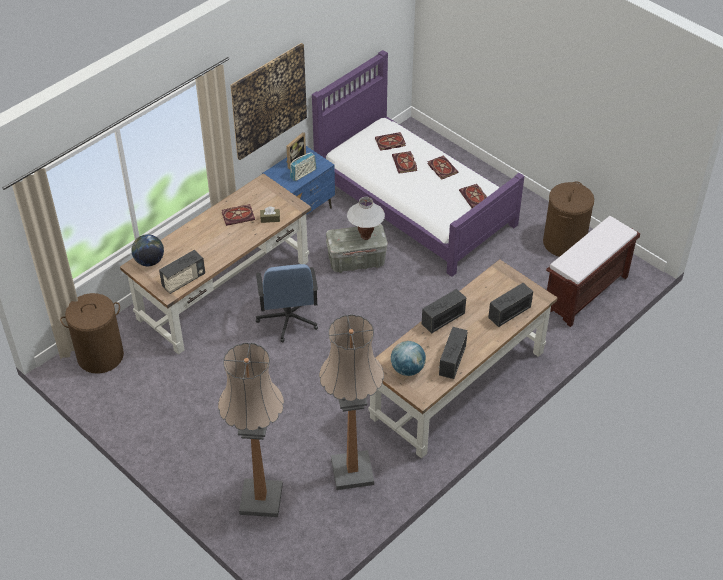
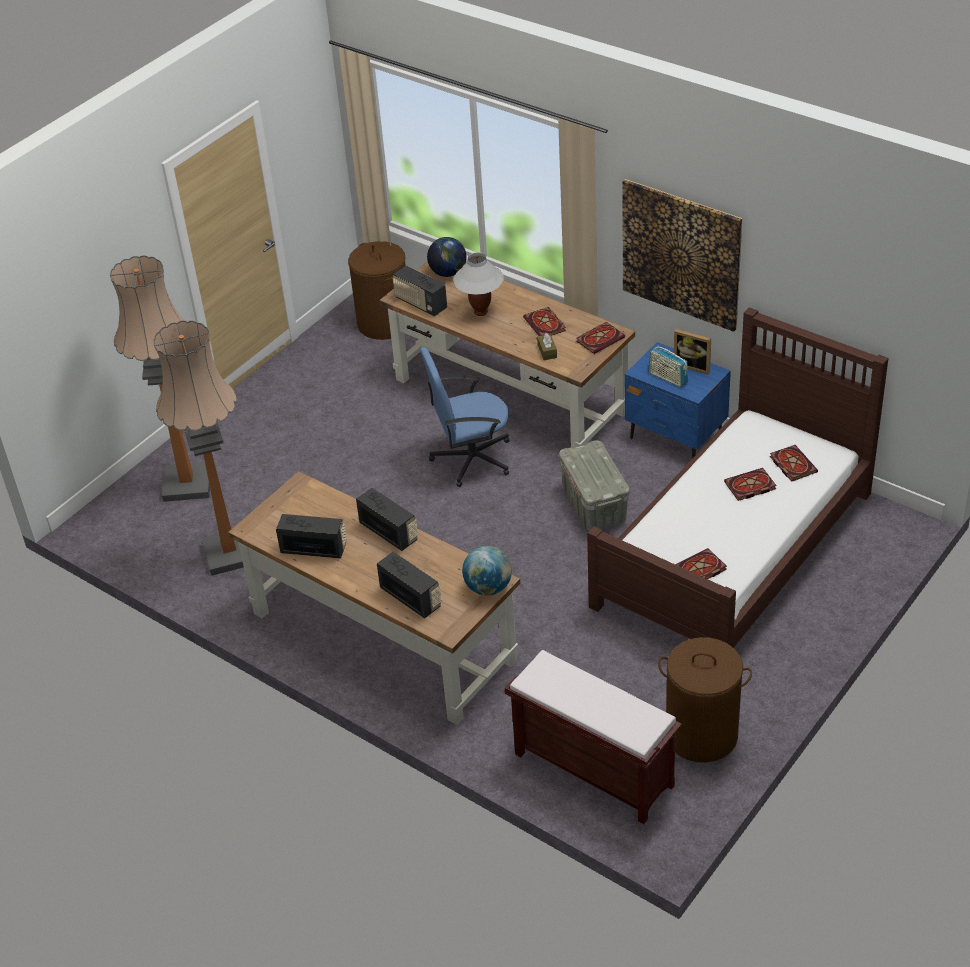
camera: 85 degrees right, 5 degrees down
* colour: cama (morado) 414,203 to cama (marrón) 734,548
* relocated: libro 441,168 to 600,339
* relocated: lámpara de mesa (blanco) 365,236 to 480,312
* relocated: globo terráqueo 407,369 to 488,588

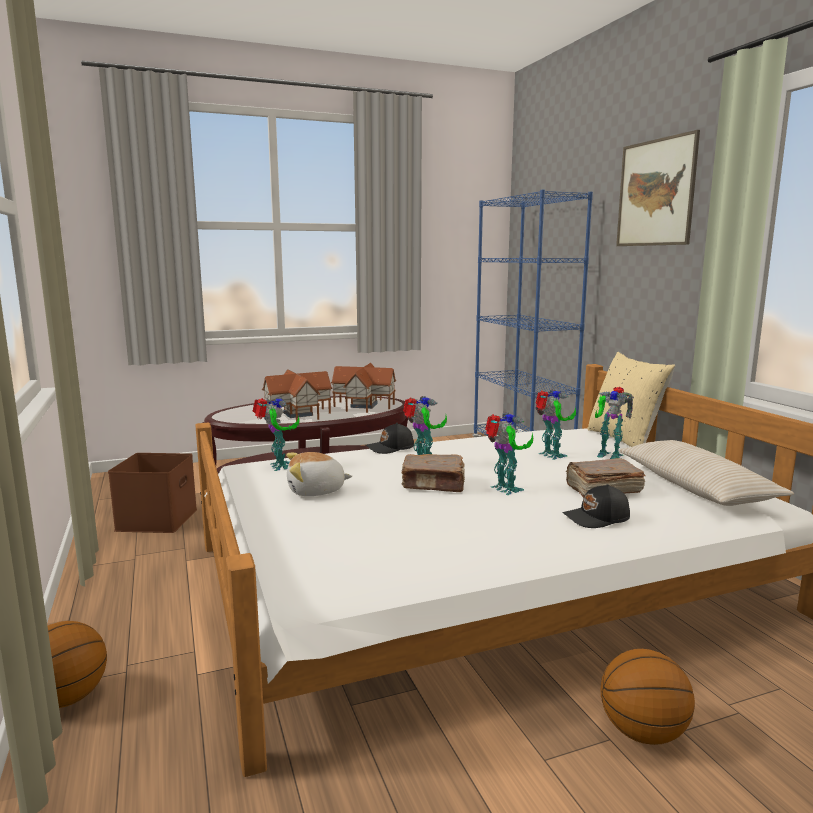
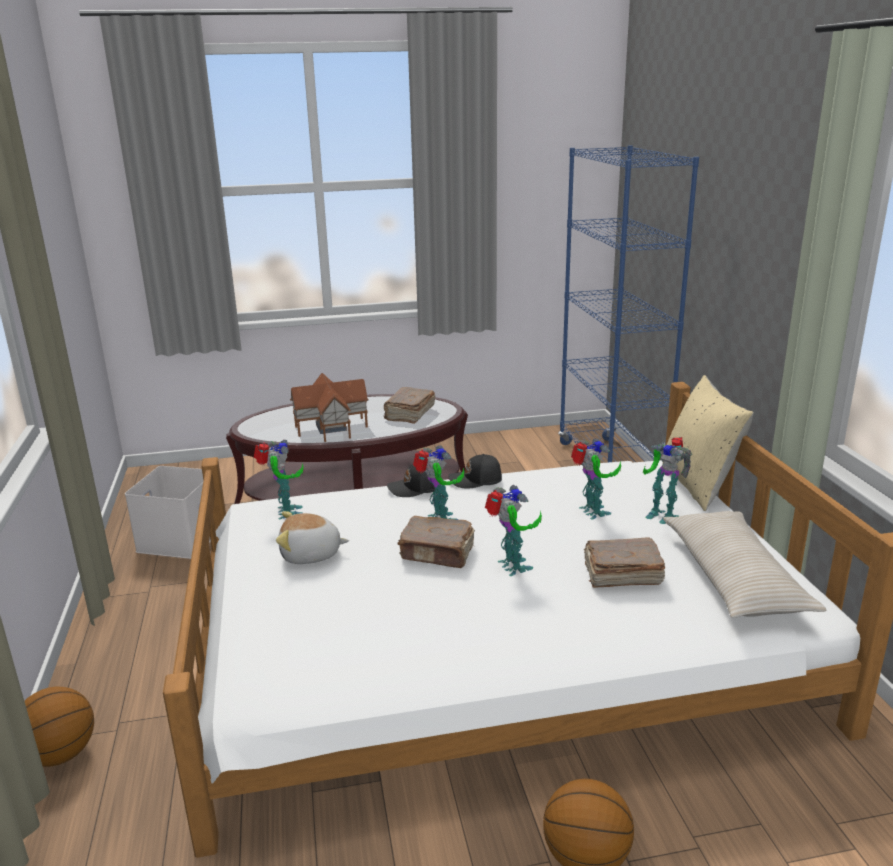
camera: 10 degrees right, 10 degrees up
* missing: cuadro 655,193
* exchanged: casita 363,405 to libro (marrón) 409,414
* colour: caja de almacenaje (marrón) 156,519 to caja de almacenaje (blanco) 180,538
* relocated: gorra (negro) 597,518 to 476,480

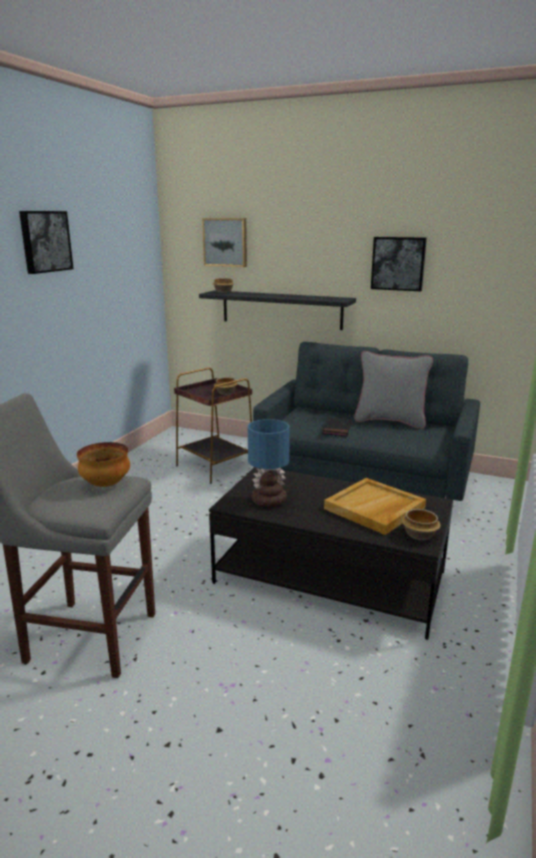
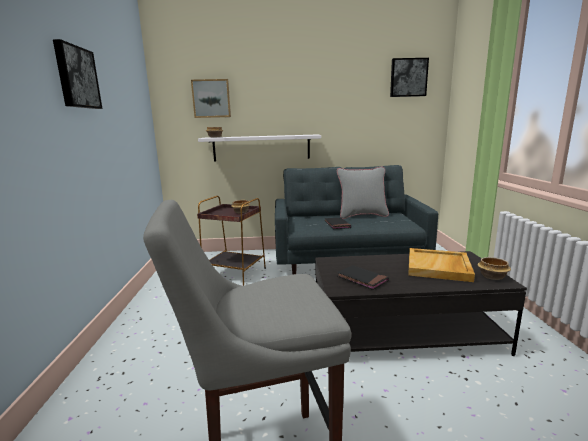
camera: 25 degrees left, 5 degrees down
* relocated: cuadro 398,263 to 408,77
* colour: estante (negro) 281,309 to estante (blanco) 261,148
* exchanged: lámpara de mesa 268,501 to libro (negro) 362,279
* missing: cuenco 105,484

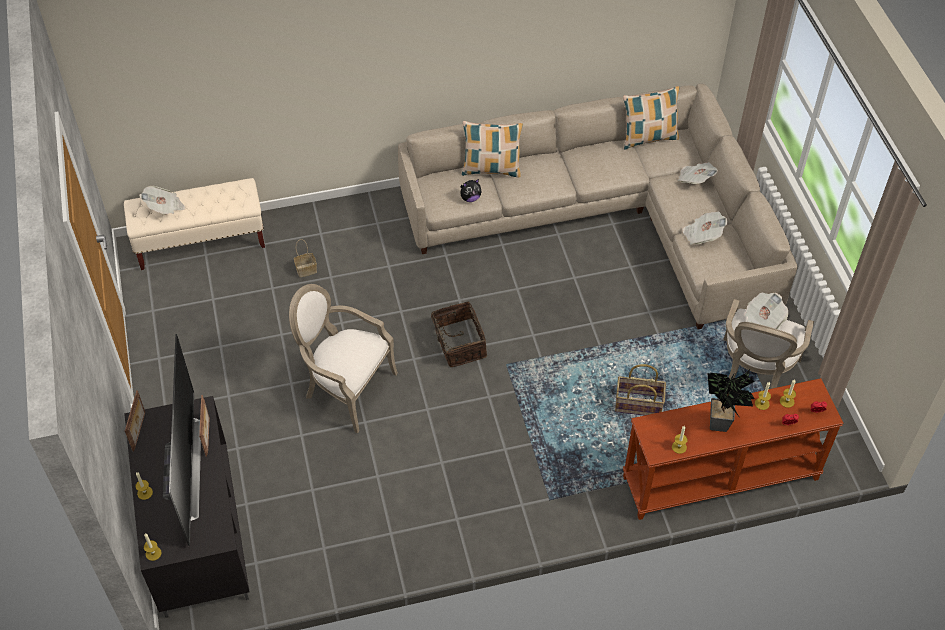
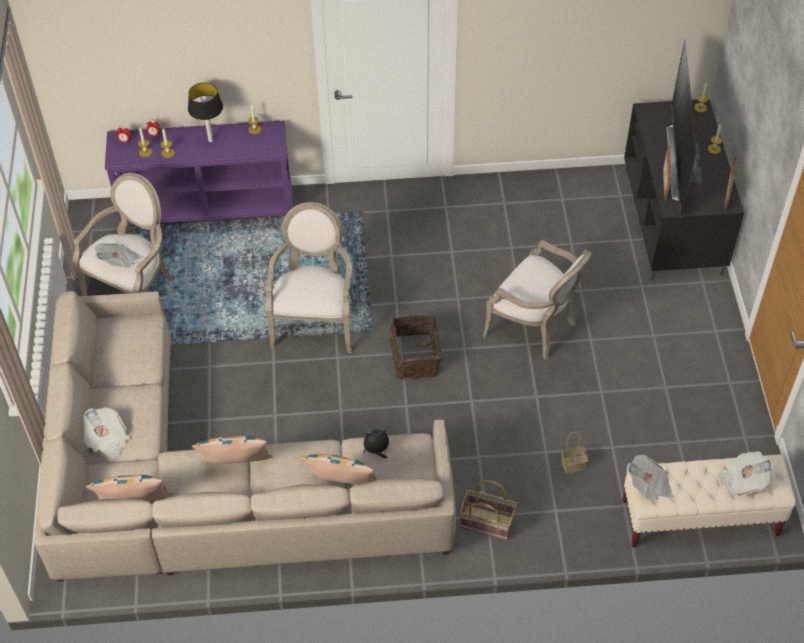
camera: 170 degrees left, 0 degrees up
* relocated: periódico 702,235 to 649,485
* relocated: cesta 638,405 to 487,522
* exchanged: planta en maceta 722,426 to lámpara de mesa 211,140
* colour: mesa consola (marrón) 720,479 to mesa consola (morado) 208,209
* appeared: sillón 315,321
* appeared: cojín 236,468

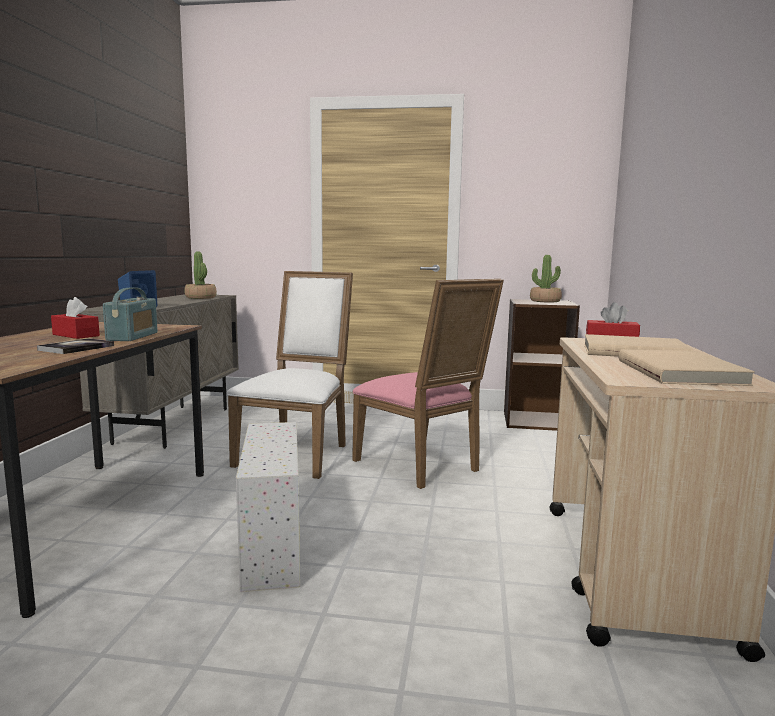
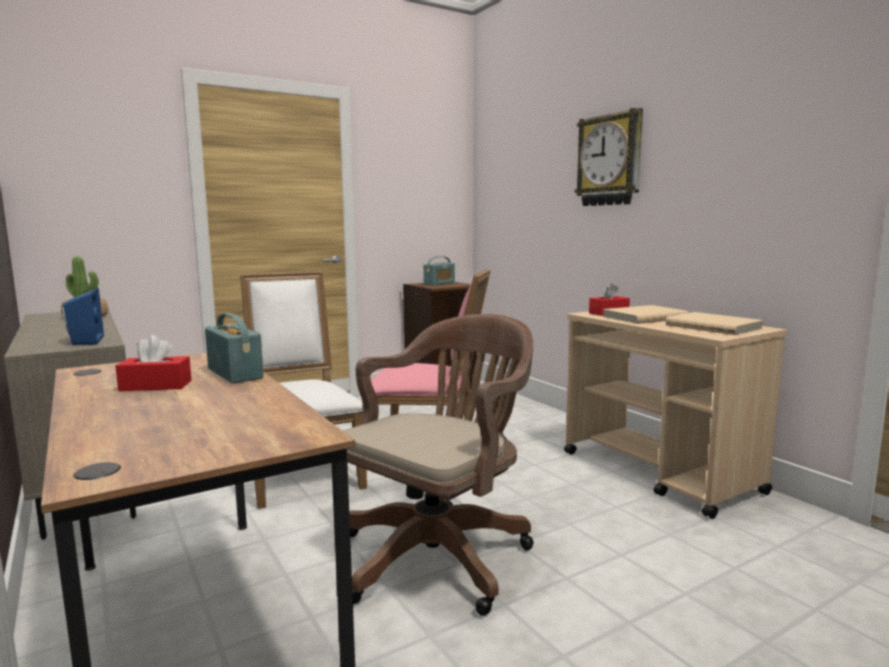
camera: 40 degrees left, 0 degrees up
* exchanged: planta en maceta 545,301 to radio 439,283
* missing: libro 76,348
* exchanged: caja de almacenaje (blanco) 272,546 to silla de oficina (marrón) 440,553
* appeared: reloj de pared 610,160

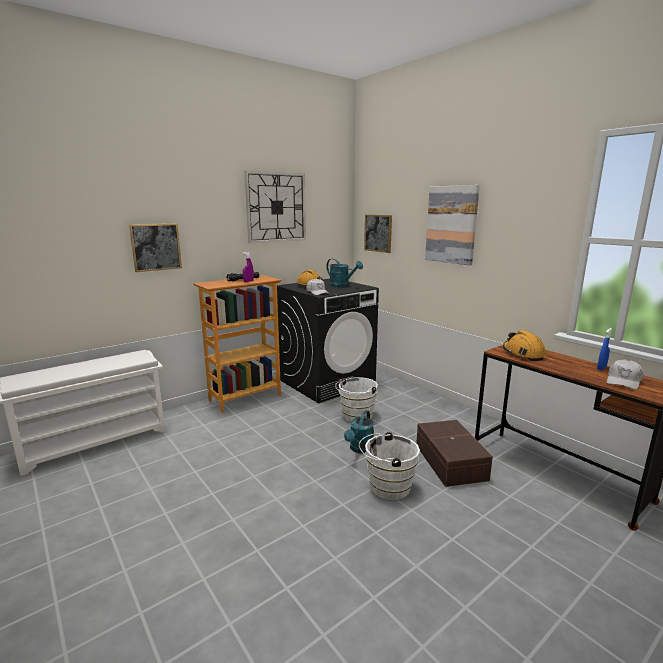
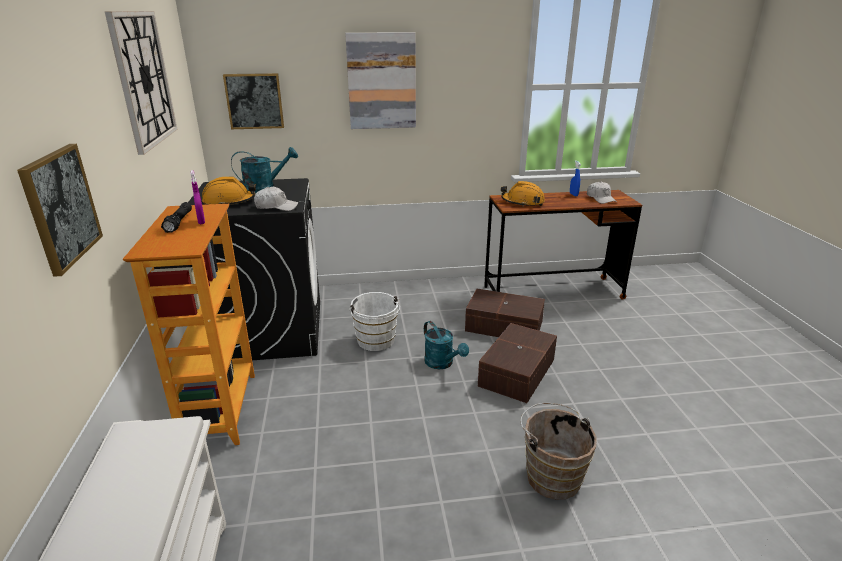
camera: 60 degrees left, 10 degrees up
* exchanged: cubo (blanco) 386,486 to caja de almacenaje (marrón) 515,372
* appeared: cubo (marrón) 551,475

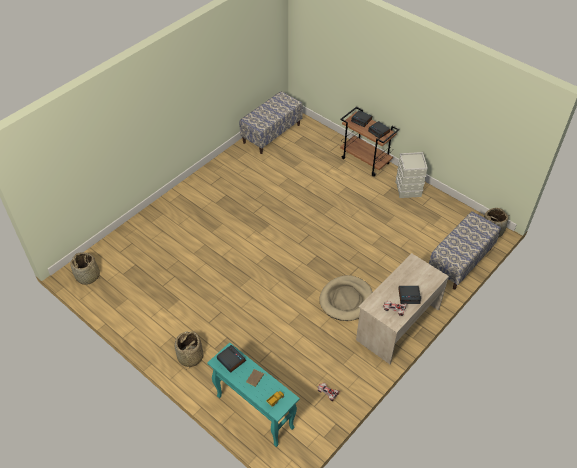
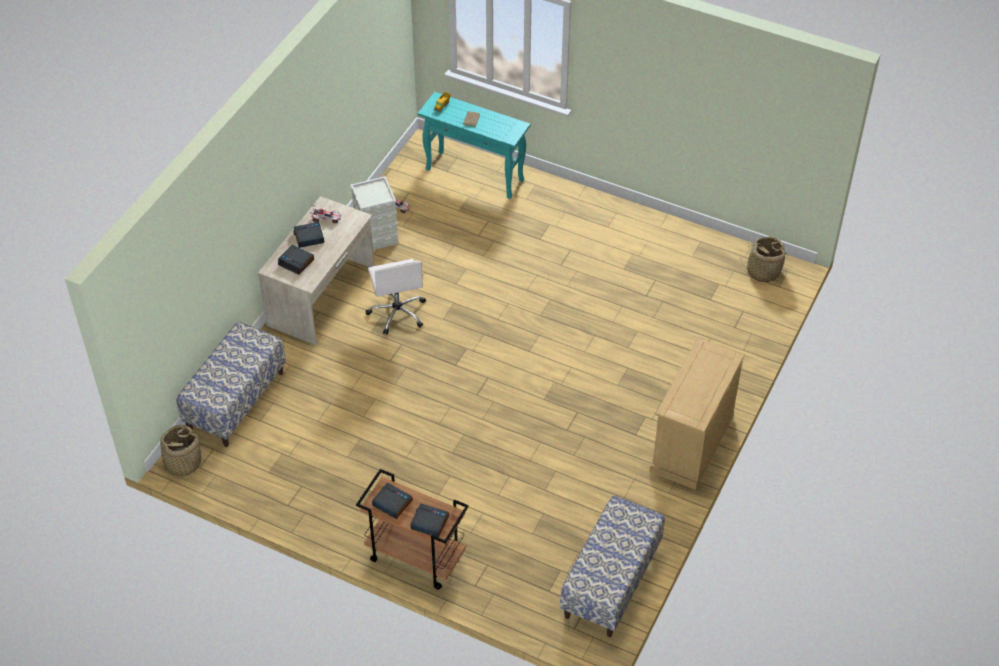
camera: 165 degrees right, 0 degrees up
* relocated: caja de almacenaje (gris) 408,189 to 376,236
* exchanged: cama para perro (beis) 346,299 to silla de oficina (blanco) 397,312
* missing: cesta 190,357
* relocated: despertador 231,360 to 296,262
* appeared: cómoda (beis) 691,443

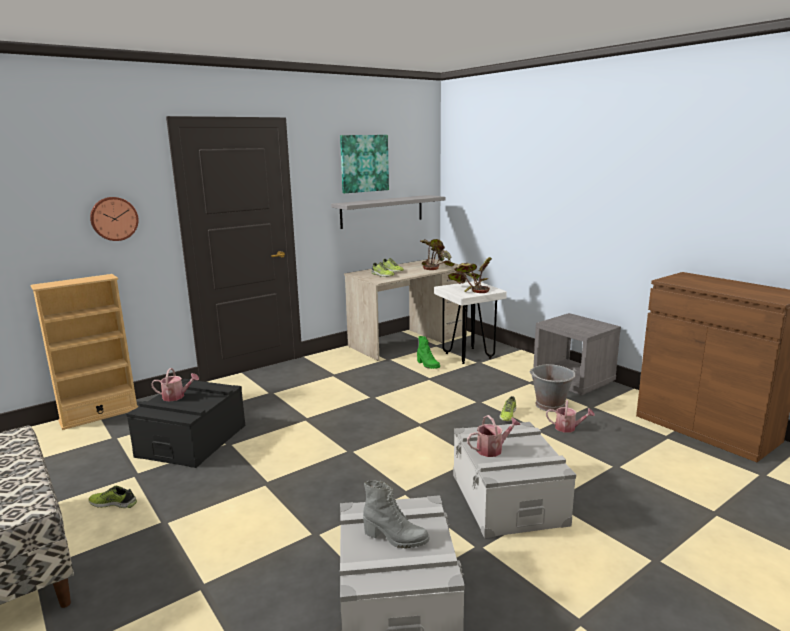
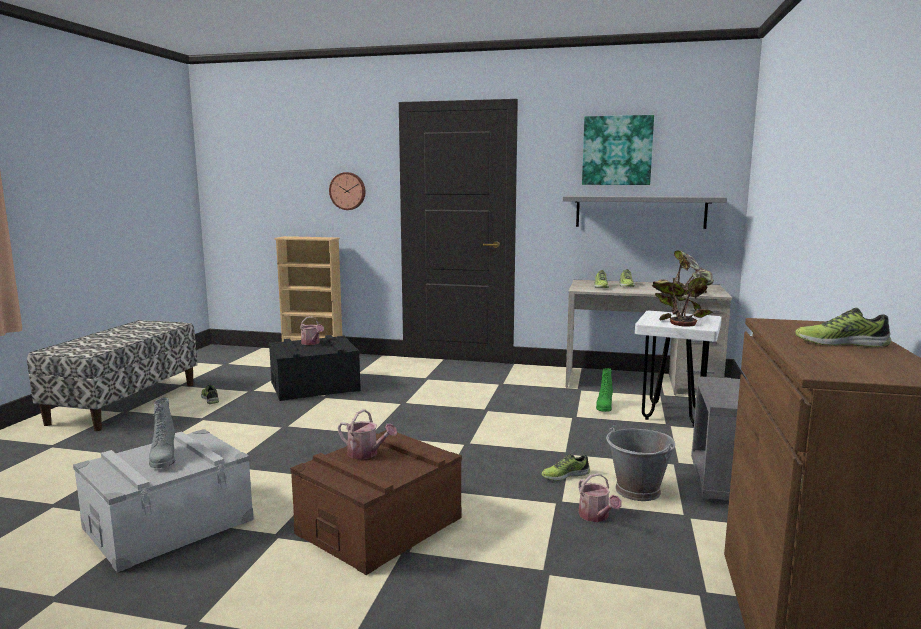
camera: 50 degrees right, 5 degrees down
* colour: caja de almacenaje (gris) 508,499 to caja de almacenaje (marrón) 379,526
* appeared: zapato 840,343

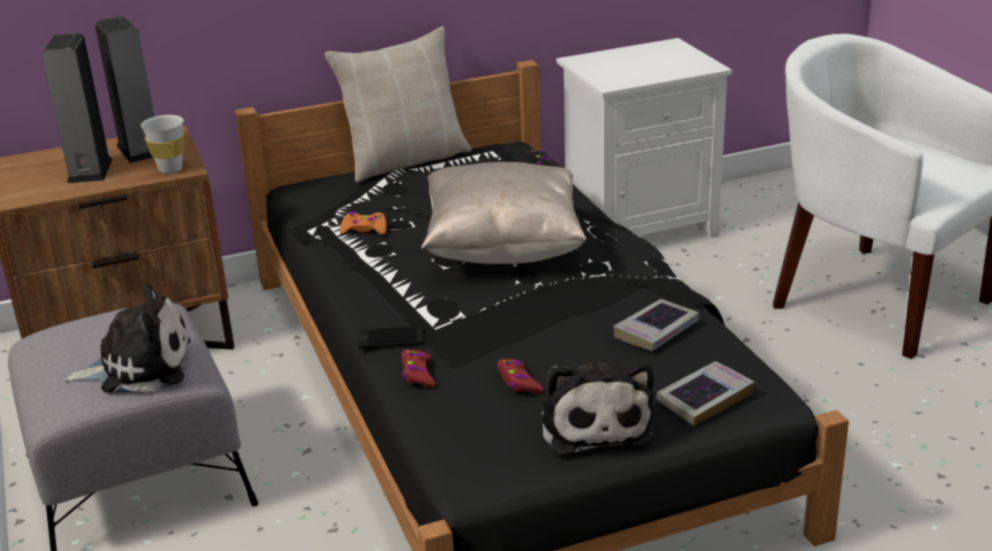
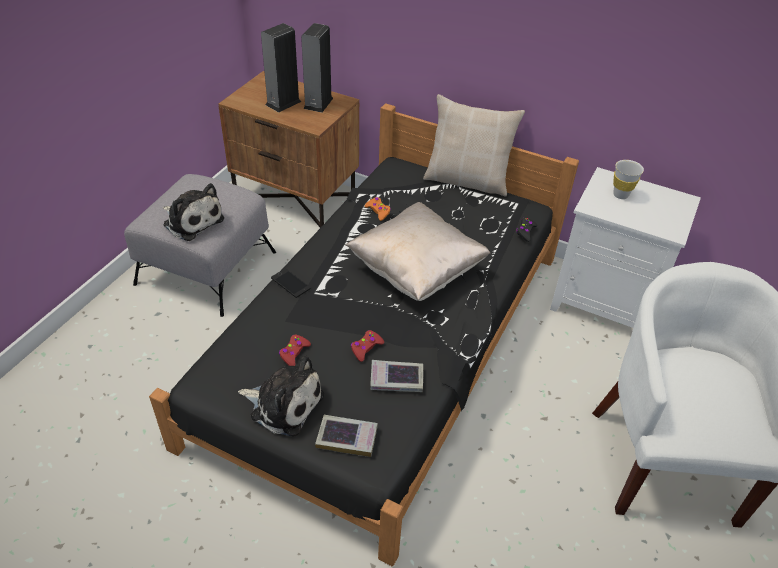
camera: 45 degrees right, 15 degrees up
* relocated: taza (blanco) 170,169 to 620,195
* relocated: mando de consola (rojo) 418,374 to 366,348
* spun: peluche 594,423 = 283,404 105 degrees counterclockwise

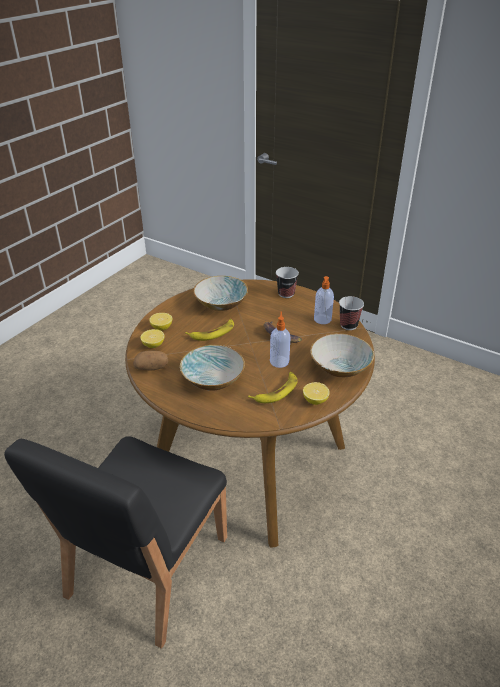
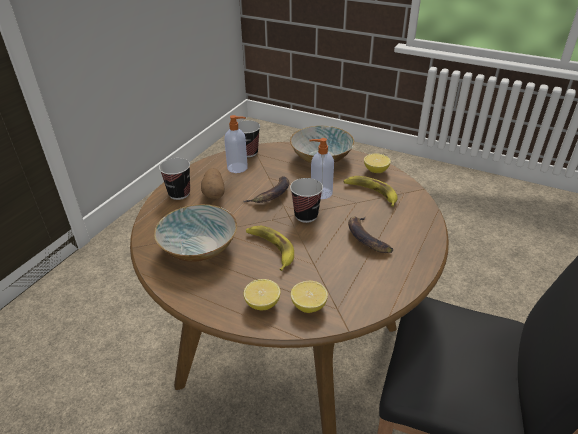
camera: 95 degrees left, 0 degrees up
* exchanged: cuenco 213,379 to plátano 366,238
* relocated: patata 152,368 to 214,192
* appeared: taza 306,216

